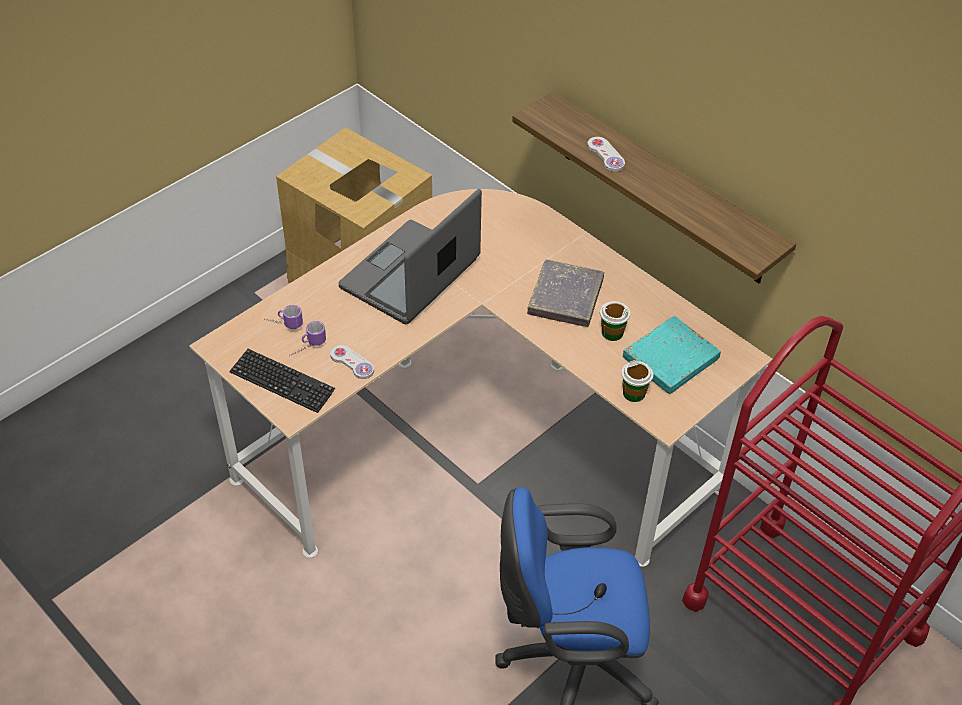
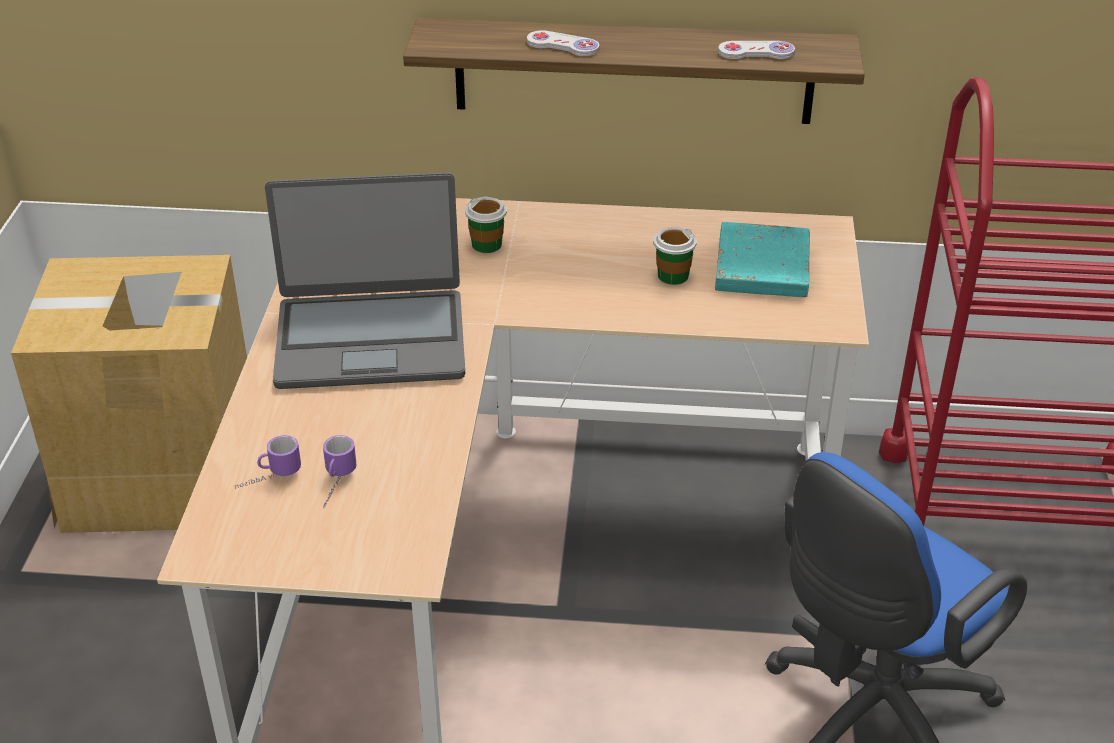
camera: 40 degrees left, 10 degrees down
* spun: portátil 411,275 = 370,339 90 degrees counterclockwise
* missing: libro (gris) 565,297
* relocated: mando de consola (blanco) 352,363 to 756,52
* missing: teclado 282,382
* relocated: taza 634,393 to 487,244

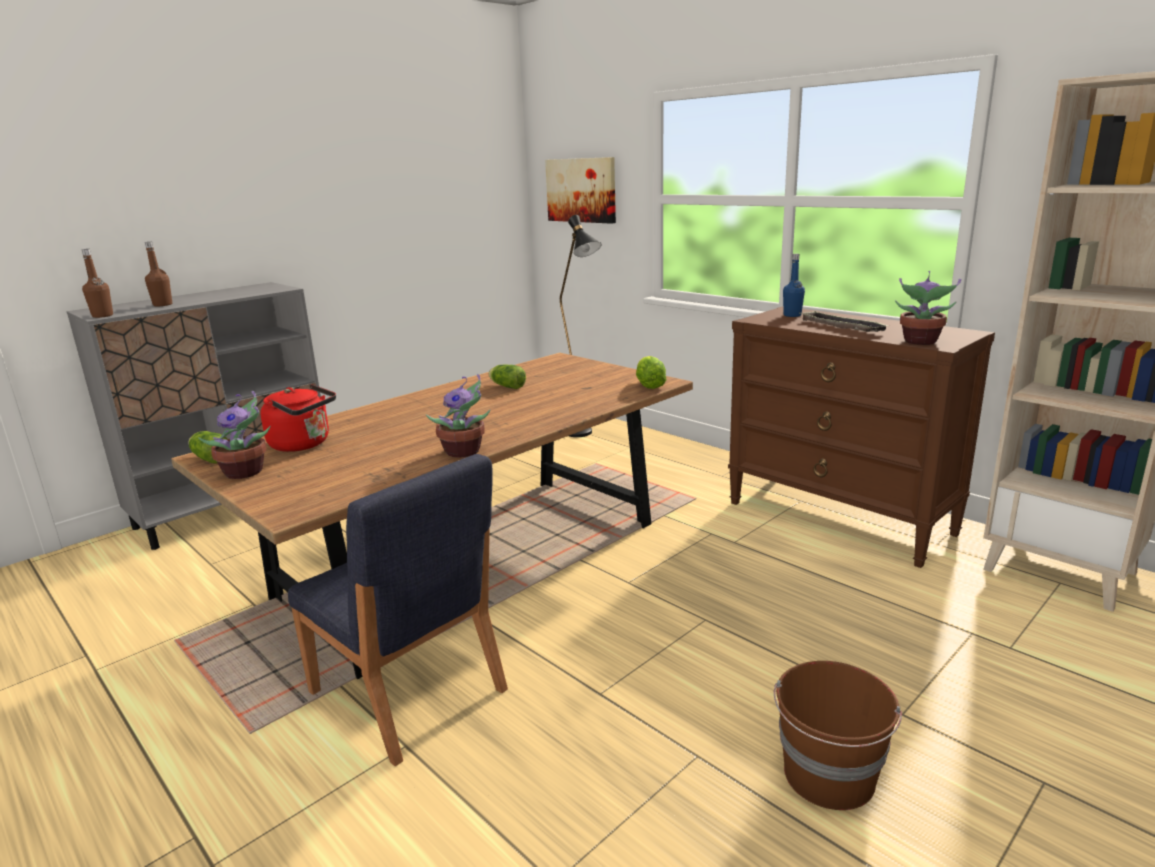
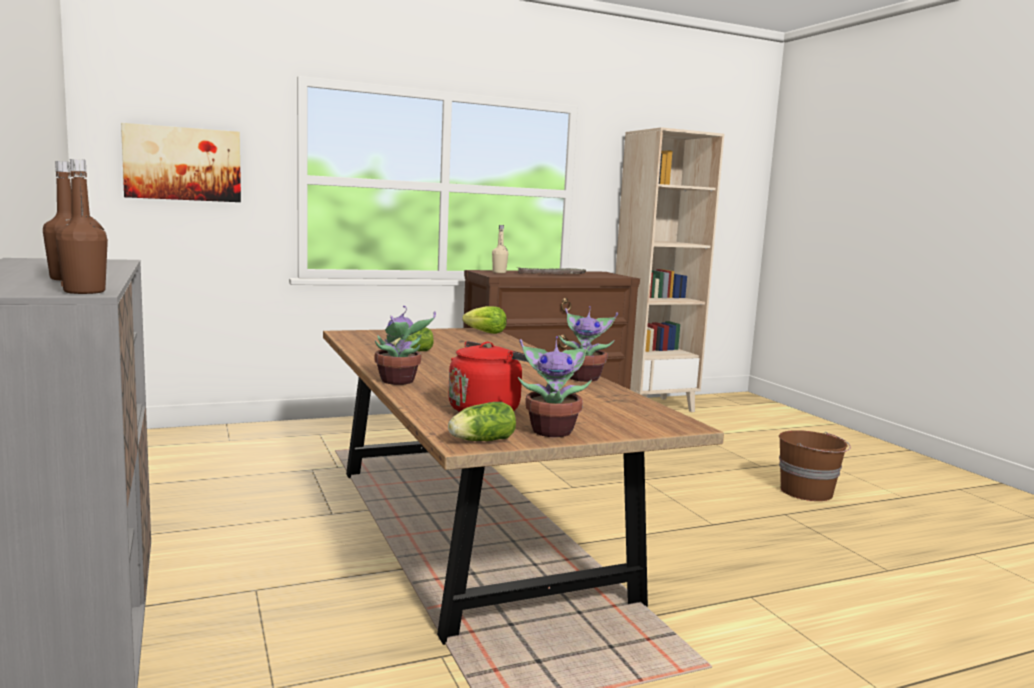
camera: 70 degrees left, 10 degrees down
* missing: lámpara de pie (negro) 584,435
* colour: botella (azul) 792,315 to botella (beis) 499,272
* relocated: planta en maceta 920,342 to 398,382
* missing: silla (azul) 408,693

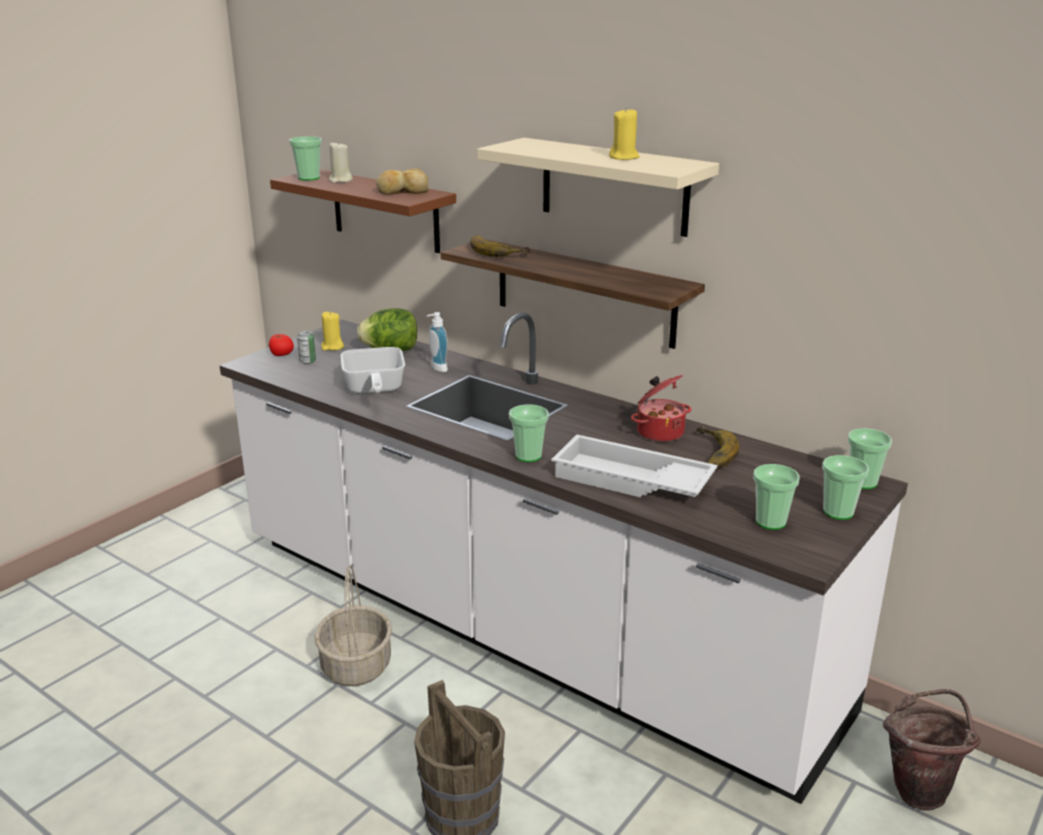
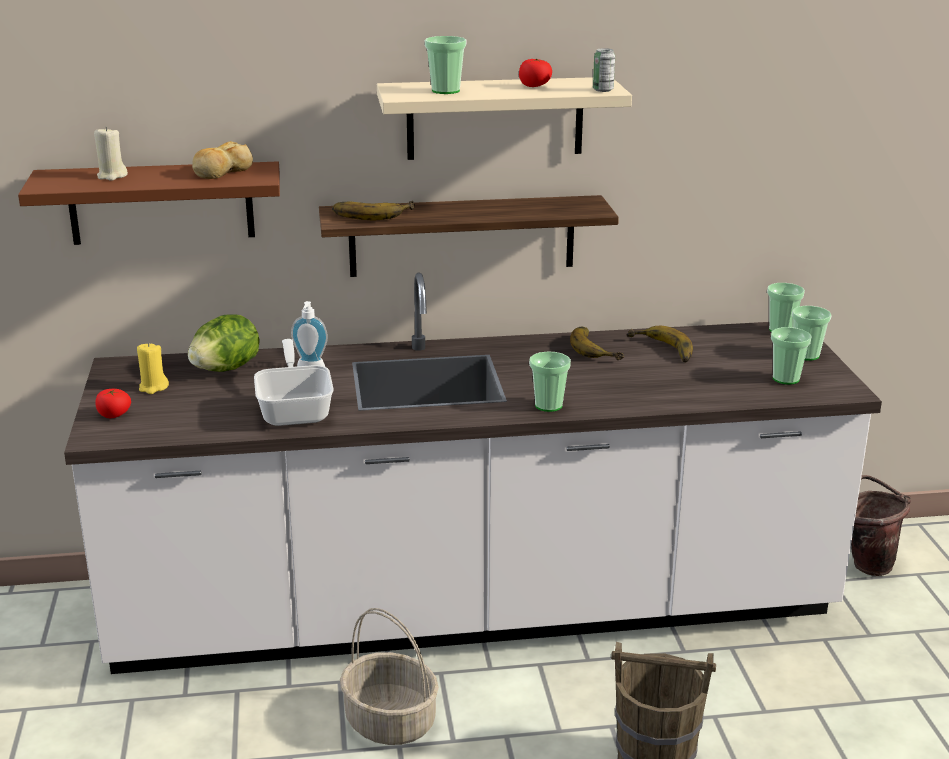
camera: 45 degrees left, 0 degrees up
* exchanged: vela (amarillo) 624,157 to tomate 535,86
* relocated: taza 308,178 to 445,91
* relocated: lata 307,361 to 603,90
* spun: sartén 373,390 = 295,409 135 degrees counterclockwise
* exchanged: olla 659,432 to plátano 598,348
* missing: bandeja (blanco) 630,481

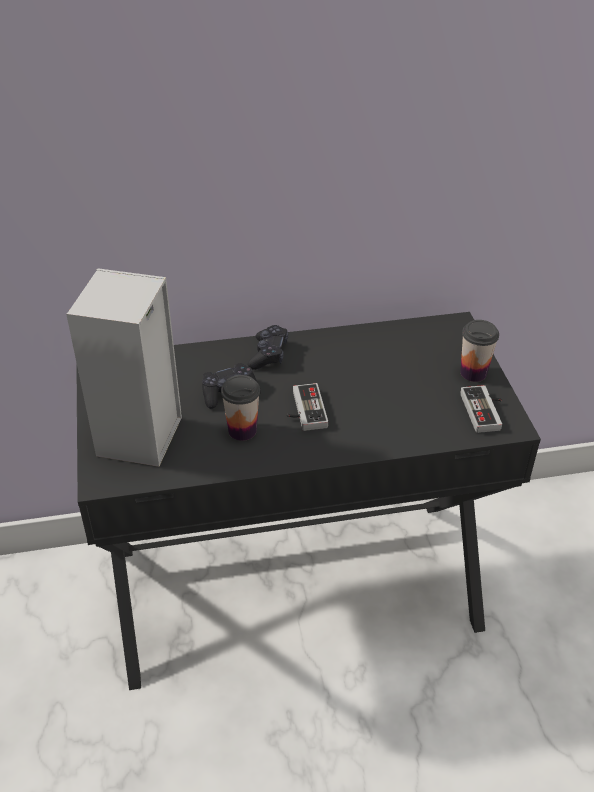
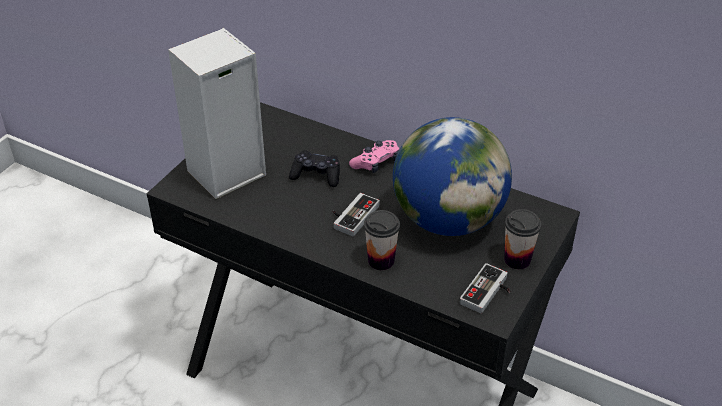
camera: 40 degrees right, 0 degrees up
* colour: mando de consola (negro) 268,354 to mando de consola (rosa) 376,162
* relocated: taza 242,430 to 381,260
* appeared: globo terráqueo 448,220

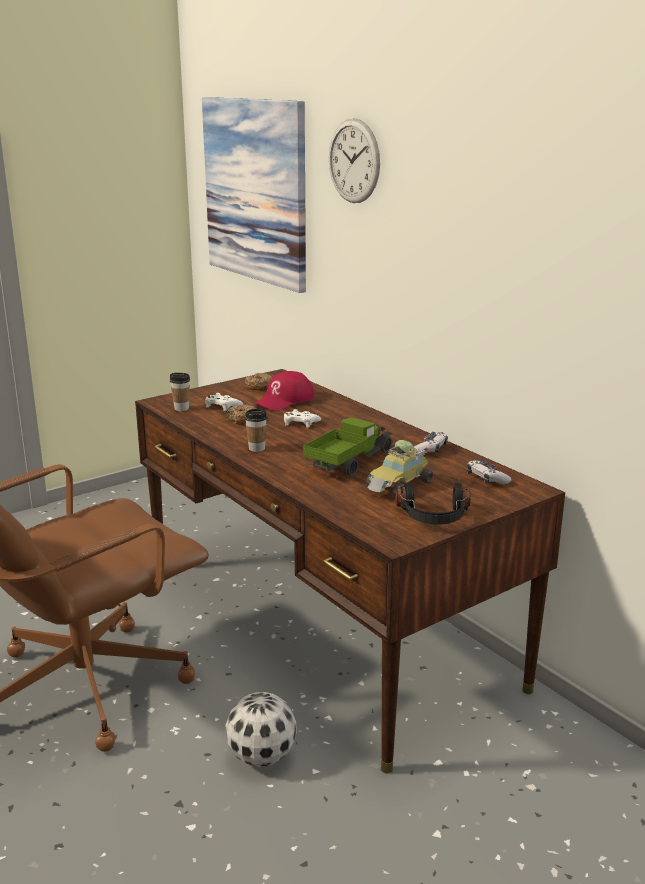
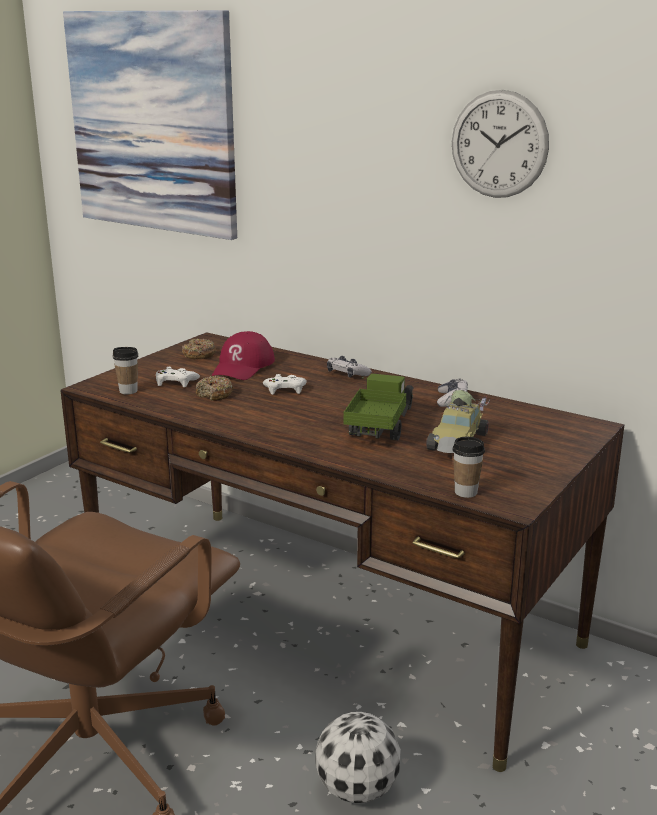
camera: 20 degrees left, 0 degrees up
* relocated: reloj de pared 354,161 to 499,144
* relocated: taza 256,448 to 466,492
* relocated: mando de consola 486,479 to 347,374
* missing: auriculares (negro) 434,518

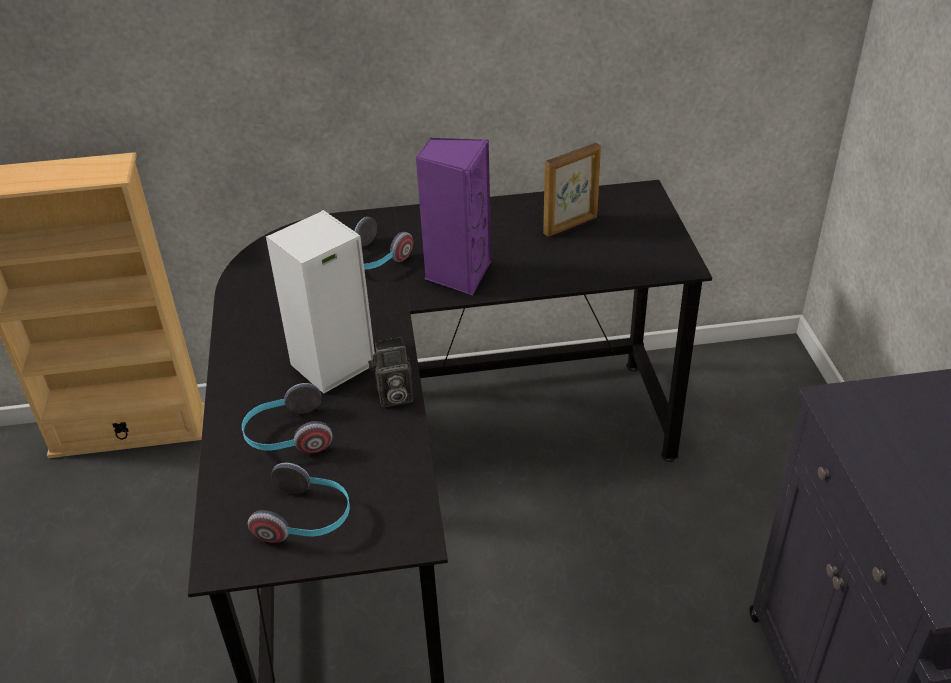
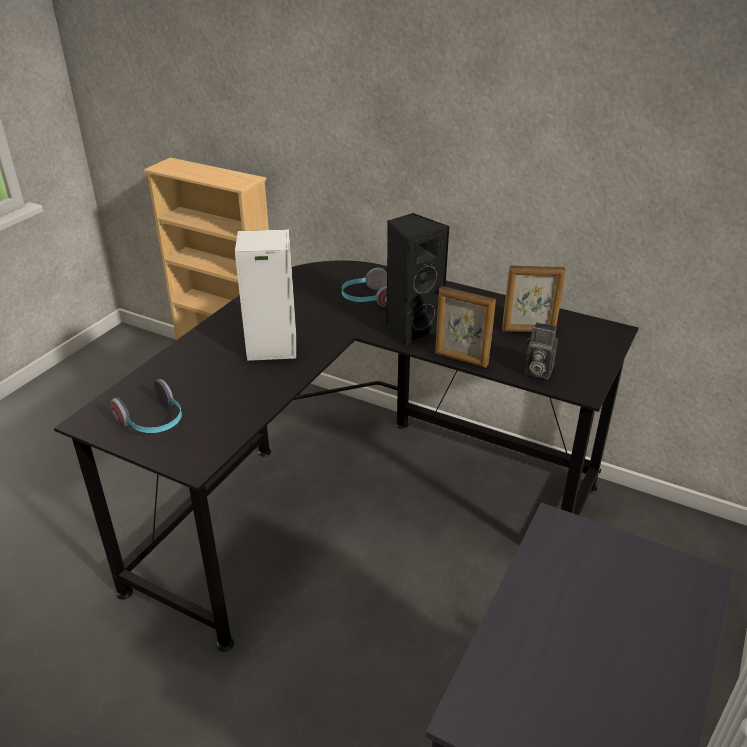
camera: 35 degrees right, 5 degrees down
* colour: altavoz (morado) 457,273 to altavoz (negro) 412,329
* relocated: cámara 393,396 to 536,371
* missing: auriculares 287,436
* appeared: portarretratos 461,359

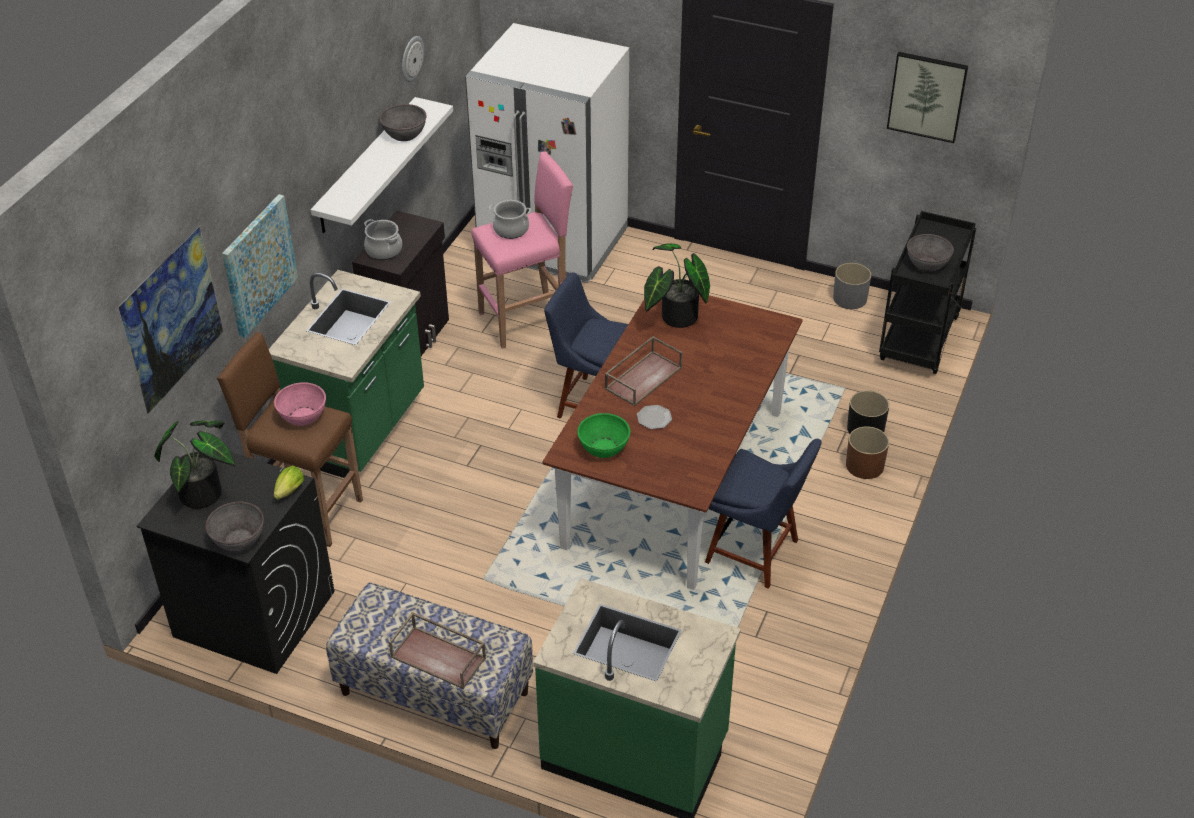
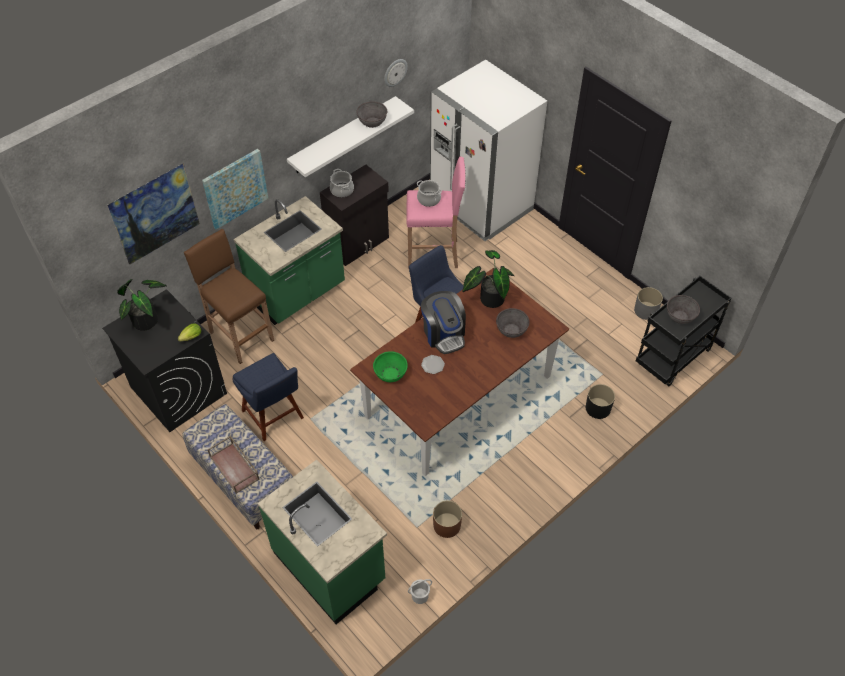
camera: 25 degrees right, 10 degrees up
* missing: cuadro 927,96
* exchanged: bandeja (marrón) 643,377 to cafetera 443,334
* missing: cuenco (rosa) 302,416
* relocated: maceta (marrón) 865,465 to 447,525
* relocated: silla (azul) 756,553 to 274,416
* relocated: cuenco (gris) 238,540 to 511,330
* appeared: cubo (blanco) 420,596

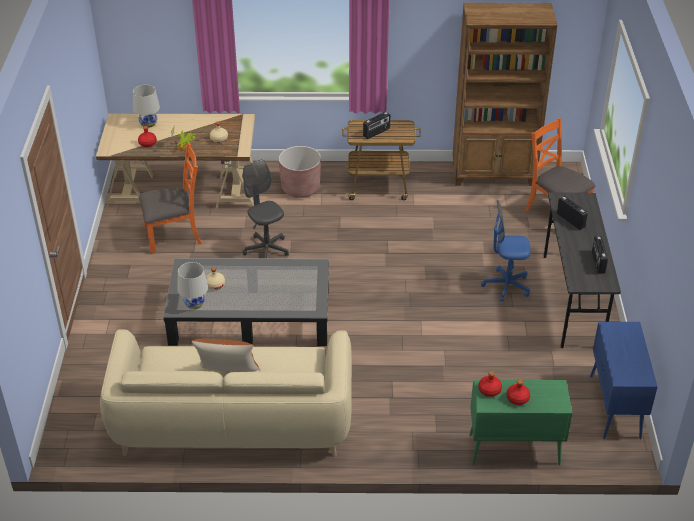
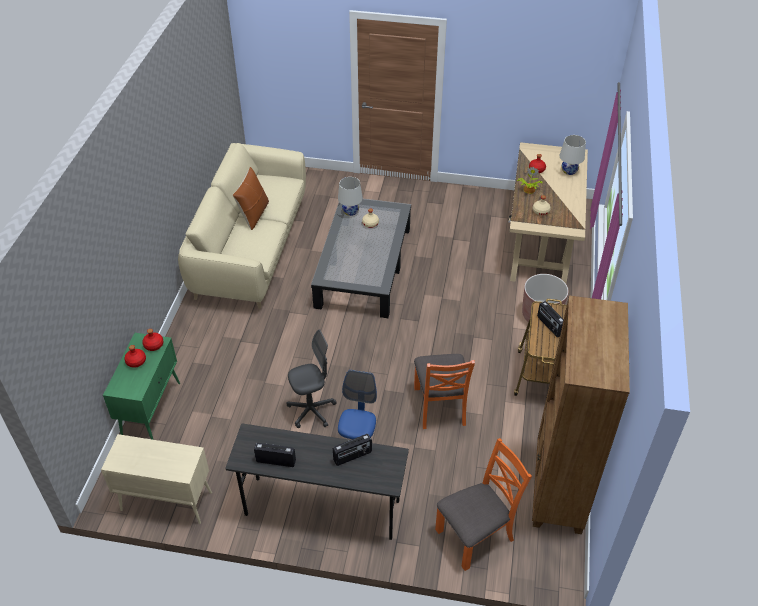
camera: 100 degrees right, 5 degrees up
* relocated: silla (naranja) 174,235 to 440,406
* relocated: silla de oficina (gris) 266,250 to 311,411
* colour: armario (azul) 615,407 to armario (beis) 165,501

